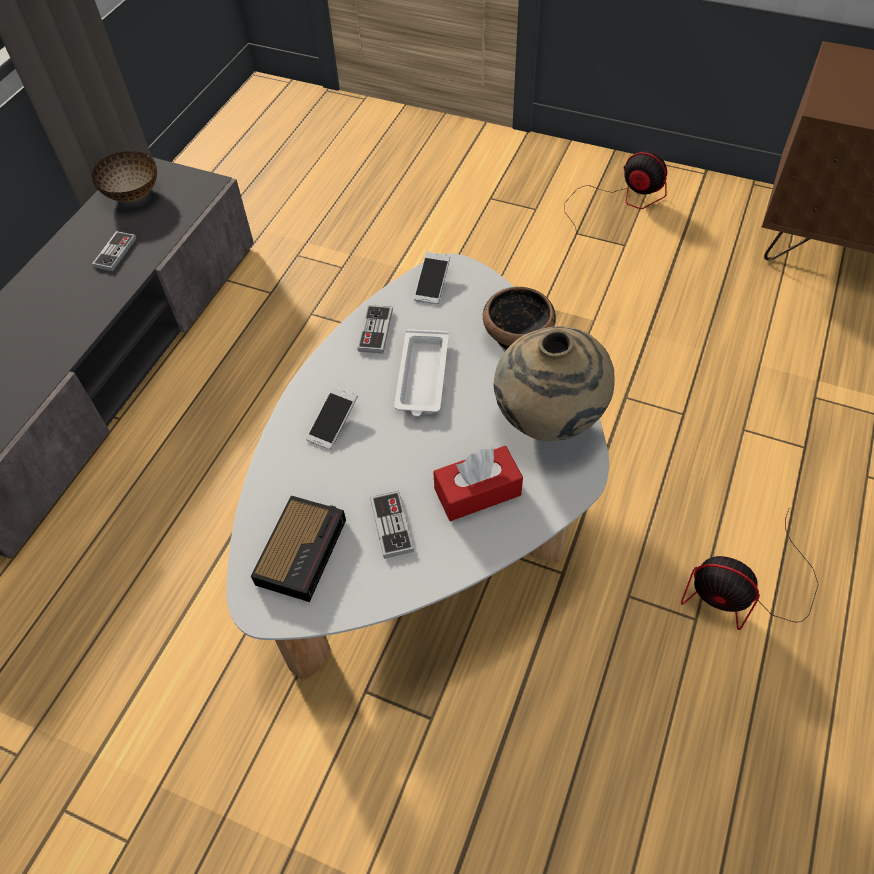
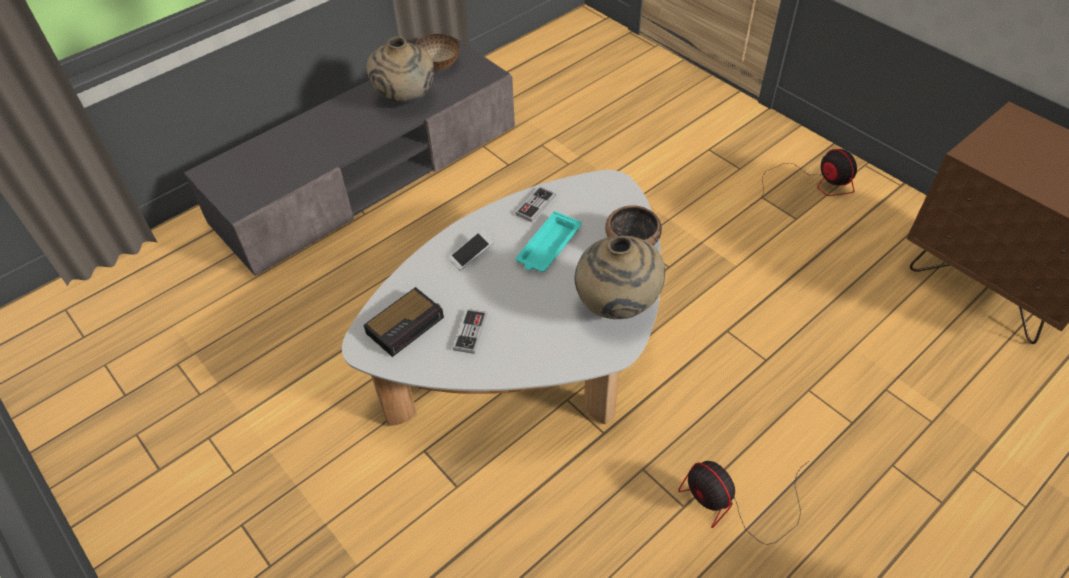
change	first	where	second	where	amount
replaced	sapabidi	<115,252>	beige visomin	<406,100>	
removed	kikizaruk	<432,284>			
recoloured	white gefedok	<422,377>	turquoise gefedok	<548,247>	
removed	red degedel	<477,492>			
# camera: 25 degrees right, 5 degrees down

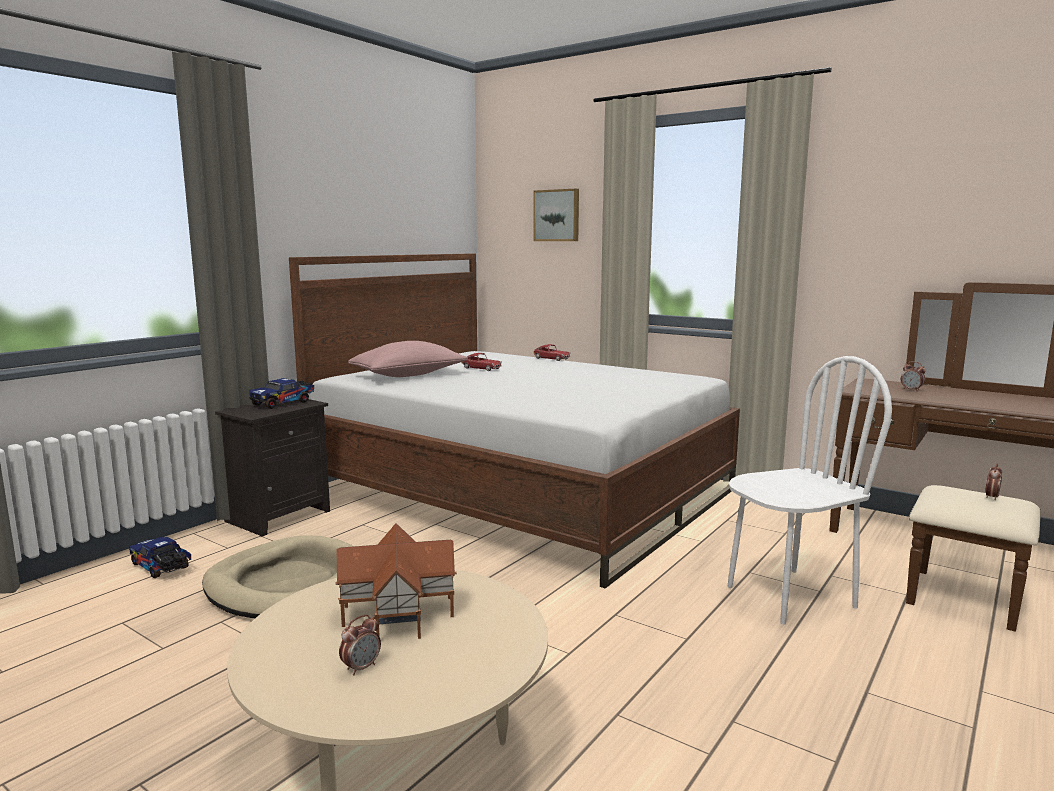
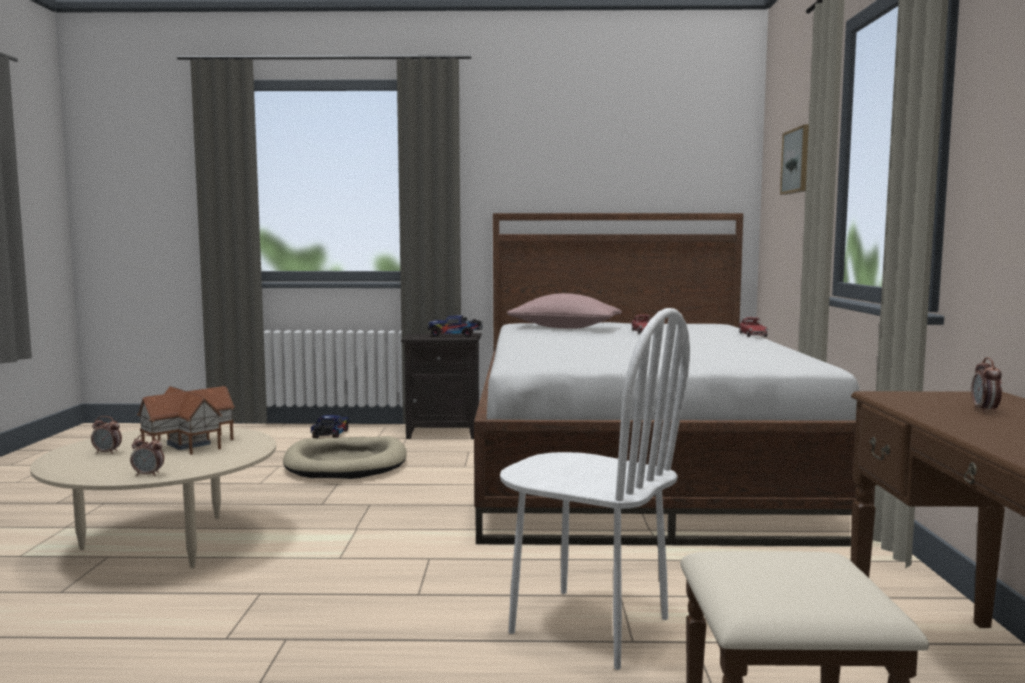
change	first	where	second	where	amount
moved	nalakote	<991,497>		<148,475>	
# camera: 55 degrees right, 5 degrees down

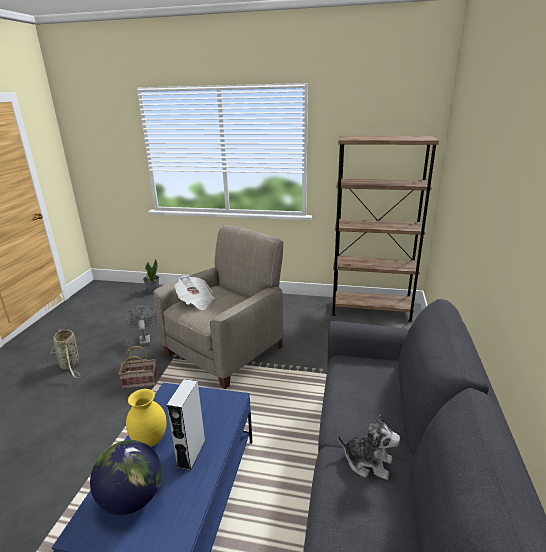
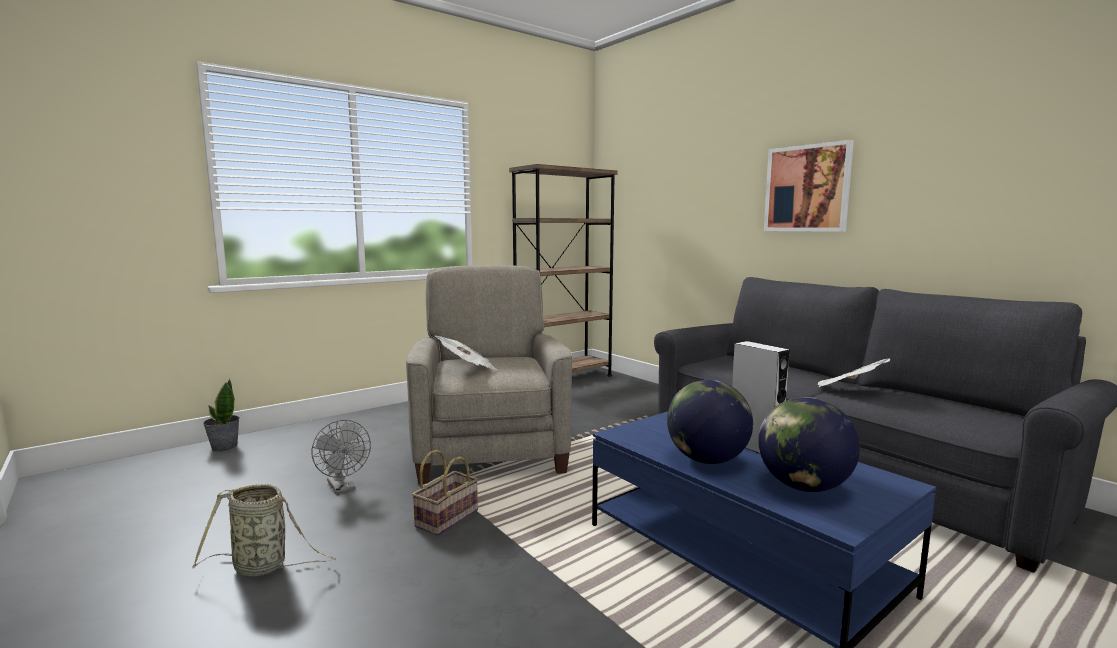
change	first	where	second	where	amount
turned	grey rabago	<144,339>		<343,488>	150 degrees counterclockwise
replaced	yellow visomin	<150,441>	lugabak	<707,460>	
replaced	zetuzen	<368,462>	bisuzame	<848,390>	
added			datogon	<807,188>	
# camera: 50 degrees left, 15 degrees down

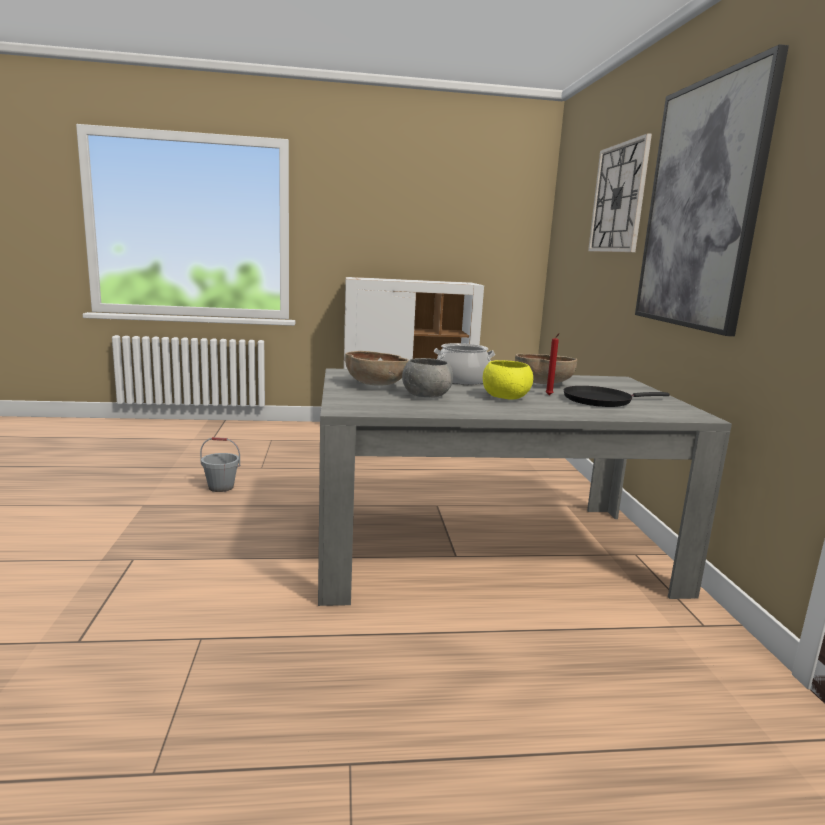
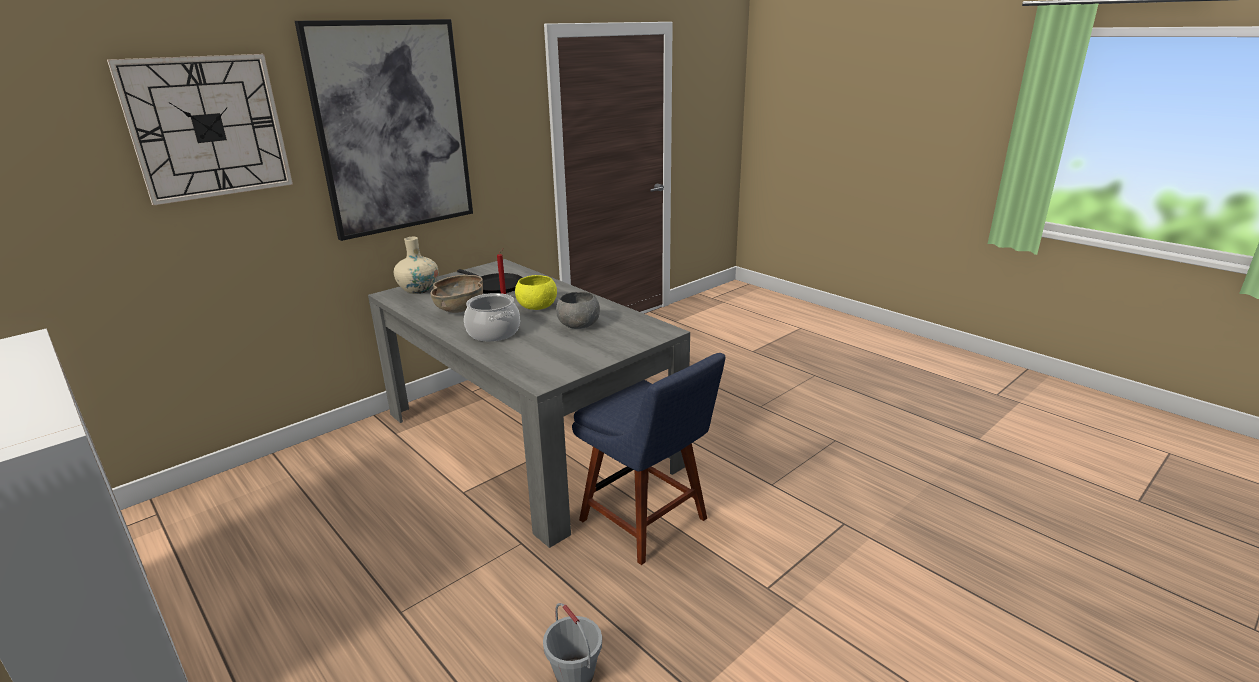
change	first	where	second	where	amount
removed	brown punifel	<375,385>			
added			beige visomin	<419,289>	
added			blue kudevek	<648,522>	
# camera: 125 degrees left, 10 degrees up

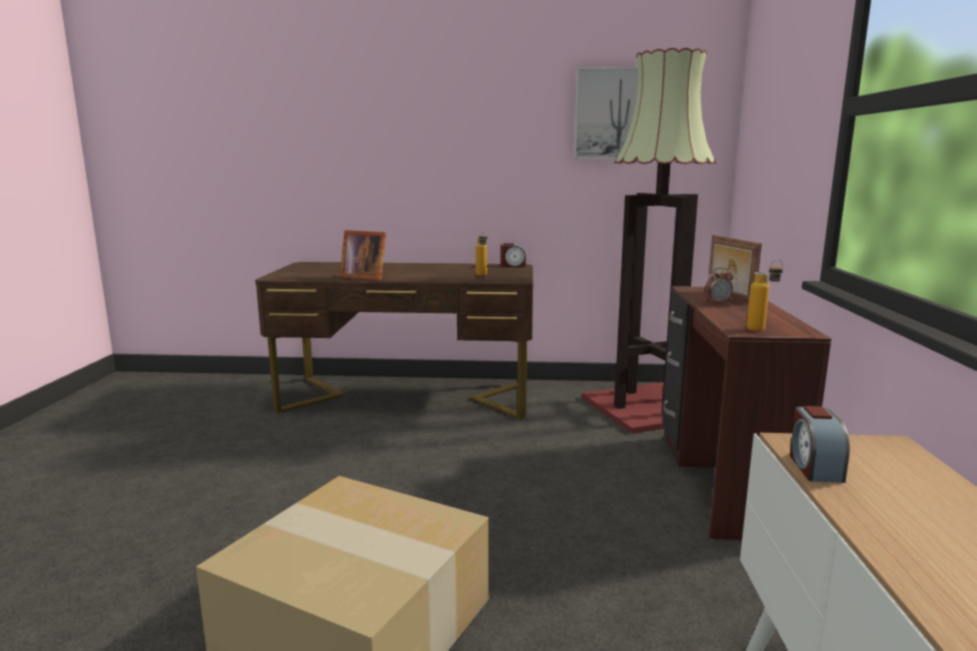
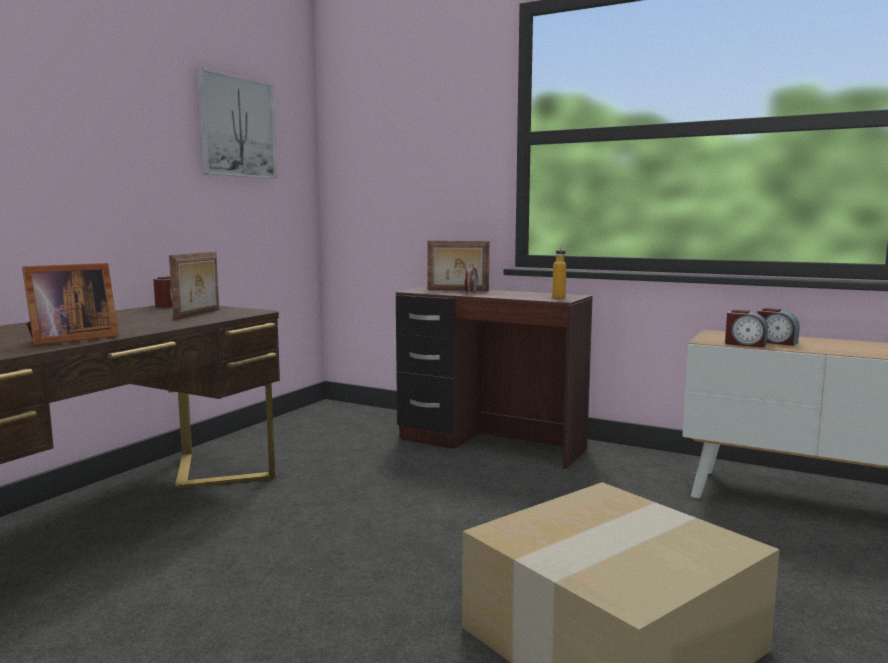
change	first	where	second	where	amount
removed	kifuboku	<650,408>			
replaced	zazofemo	<482,275>	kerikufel	<198,314>	
added			nalakote	<775,342>	
# camera: 65 degrees left, 5 degrees down

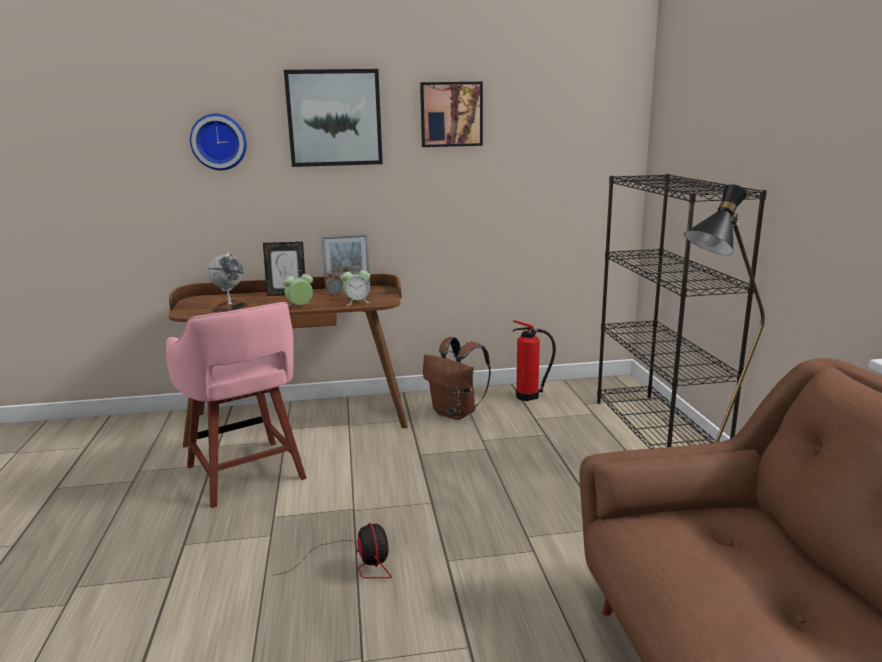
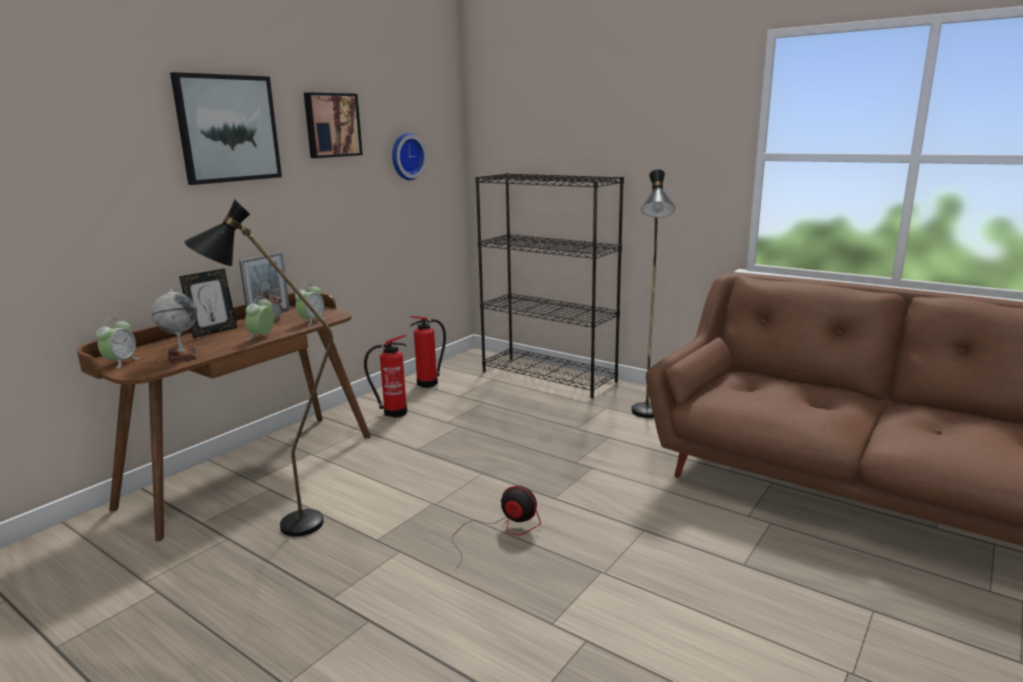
change	first	where	second	where	amount
moved	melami	<219,142>		<406,156>	
replaced	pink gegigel	<246,474>	black kifuboku	<285,527>	
replaced	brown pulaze	<456,413>	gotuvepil	<393,413>	
added			nalakote	<121,362>	
# camera: 45 degrees left, 0 degrees up

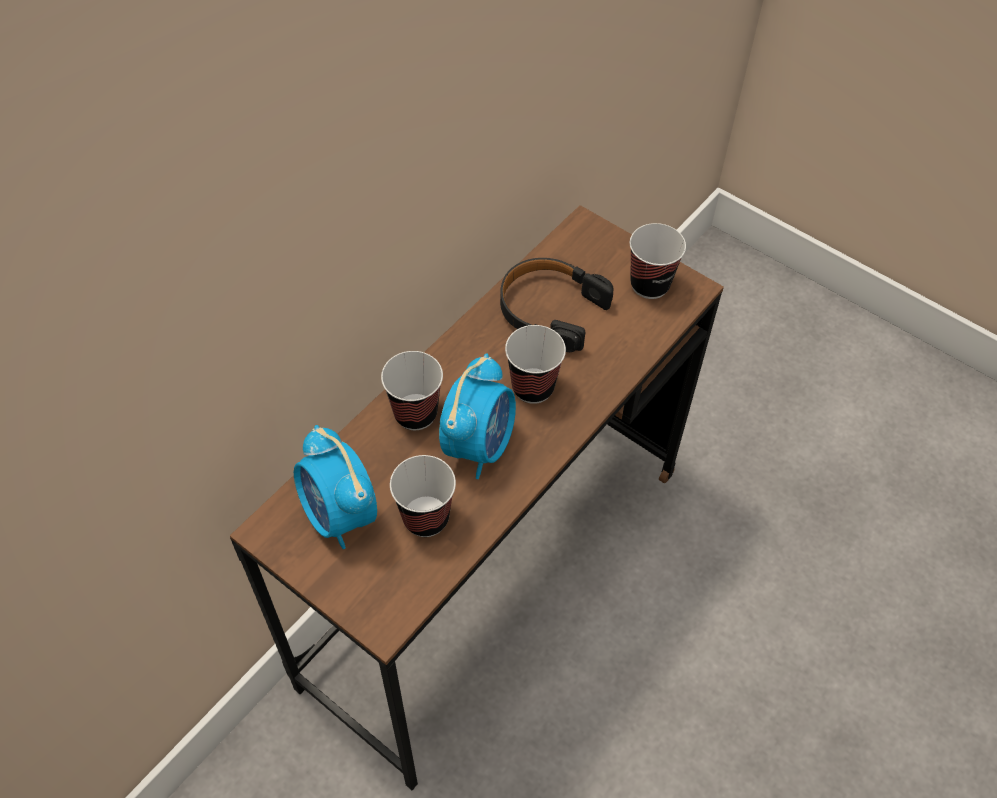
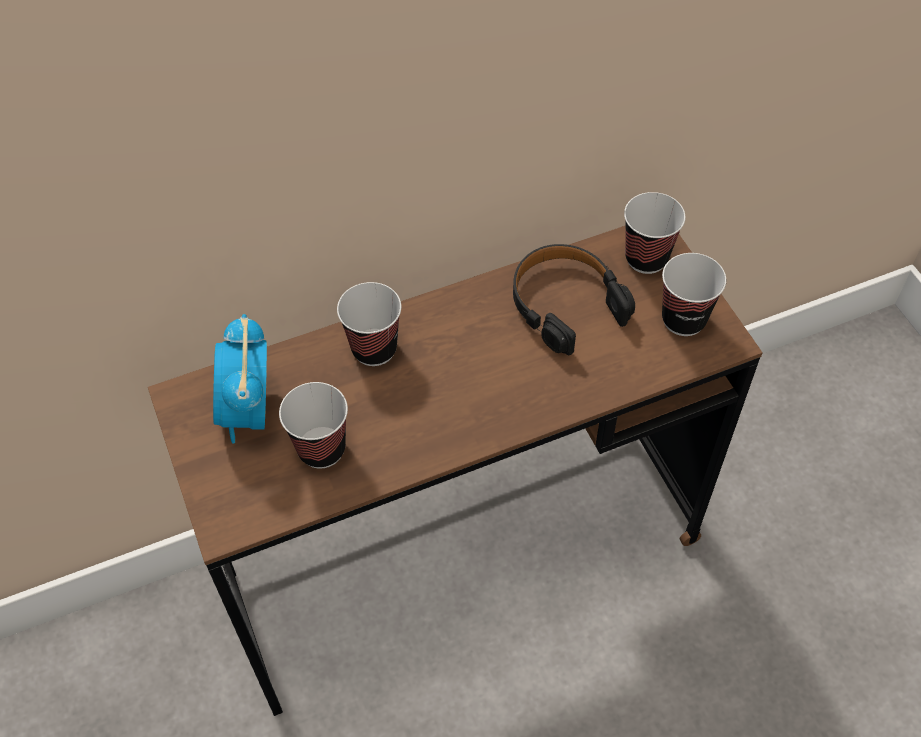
change	first	where	second	where	amount
moved	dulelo	<533,387>		<646,258>	
removed	nalakote	<479,445>			
# camera: 30 degrees right, 0 degrees up

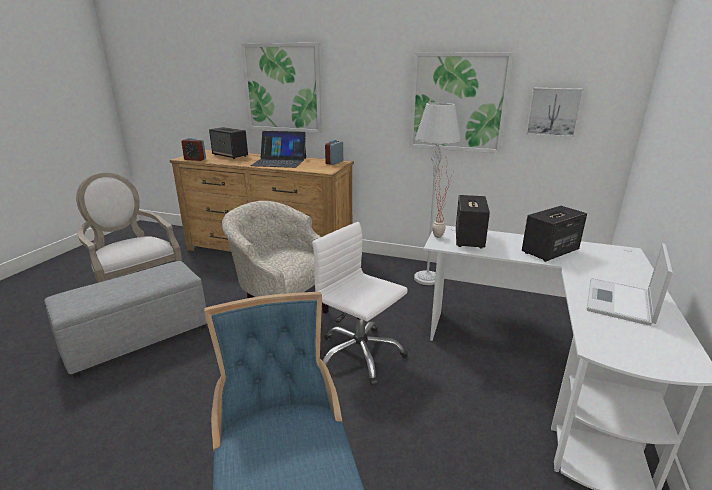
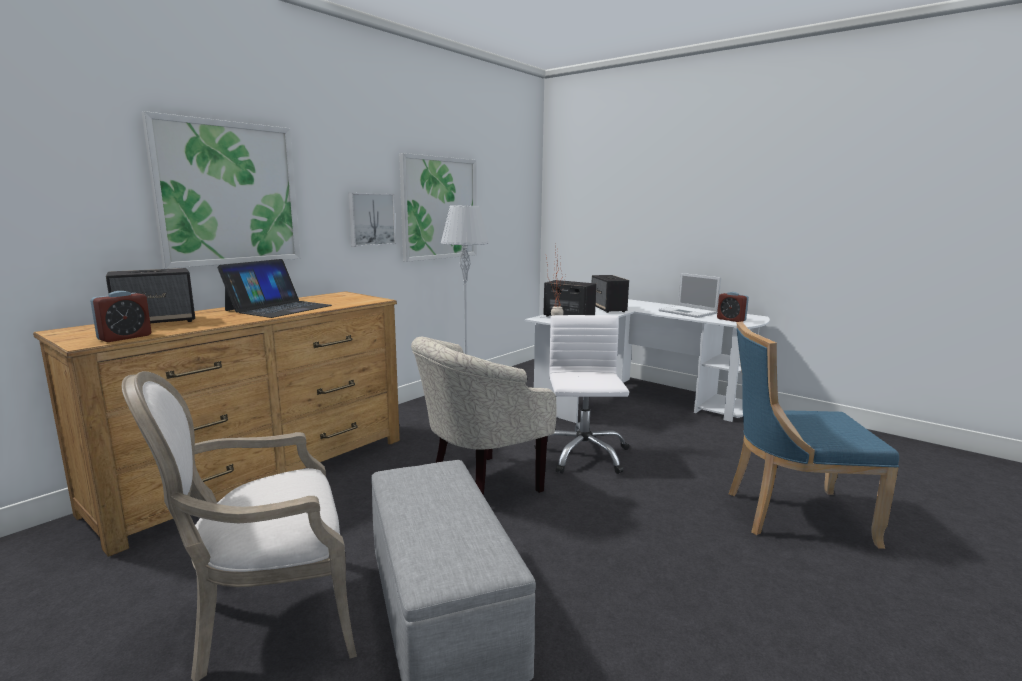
change	first	where	second	where	amount
moved	datogon	<553,111>		<371,219>	
moved	nalakote	<334,162>		<731,320>	
turned	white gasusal	<359,355>		<582,454>	120 degrees clockwise
# camera: 70 degrees left, 10 degrees down

